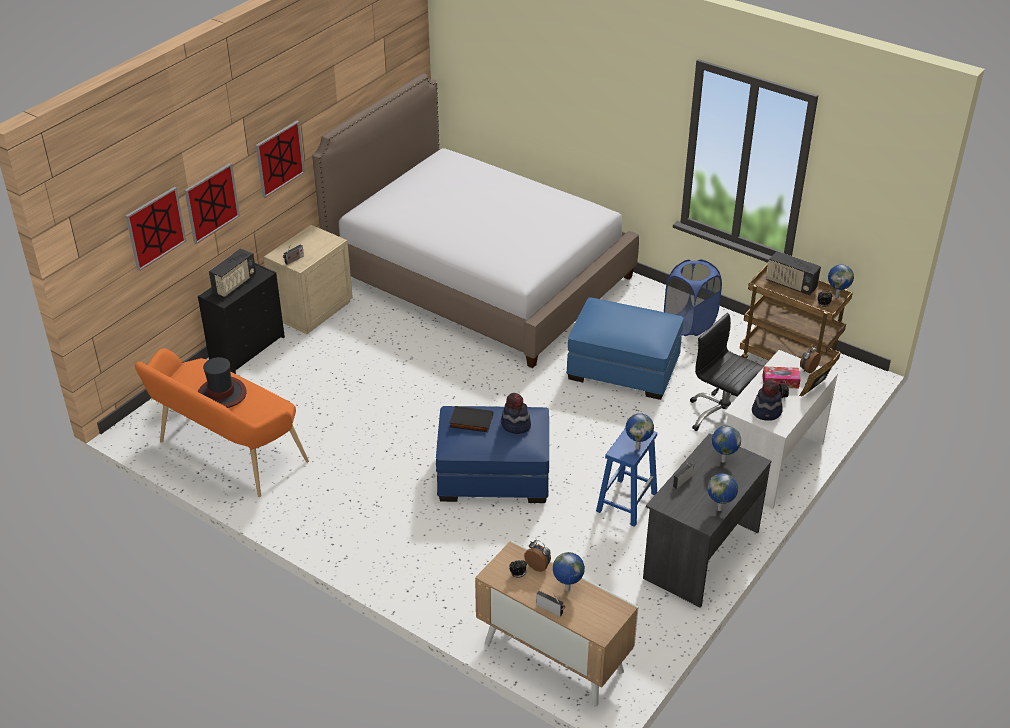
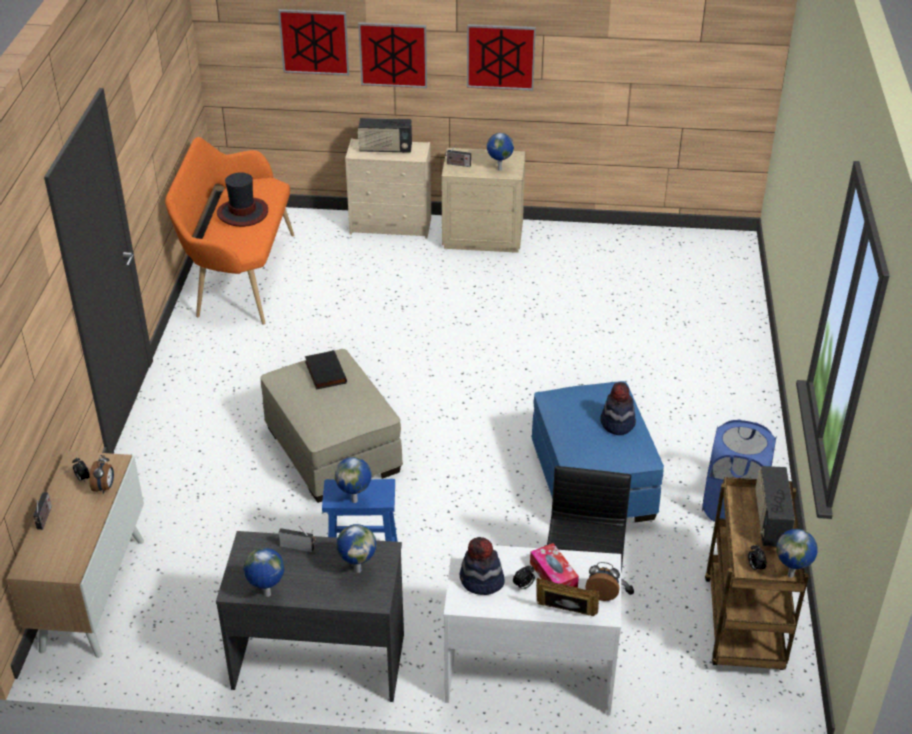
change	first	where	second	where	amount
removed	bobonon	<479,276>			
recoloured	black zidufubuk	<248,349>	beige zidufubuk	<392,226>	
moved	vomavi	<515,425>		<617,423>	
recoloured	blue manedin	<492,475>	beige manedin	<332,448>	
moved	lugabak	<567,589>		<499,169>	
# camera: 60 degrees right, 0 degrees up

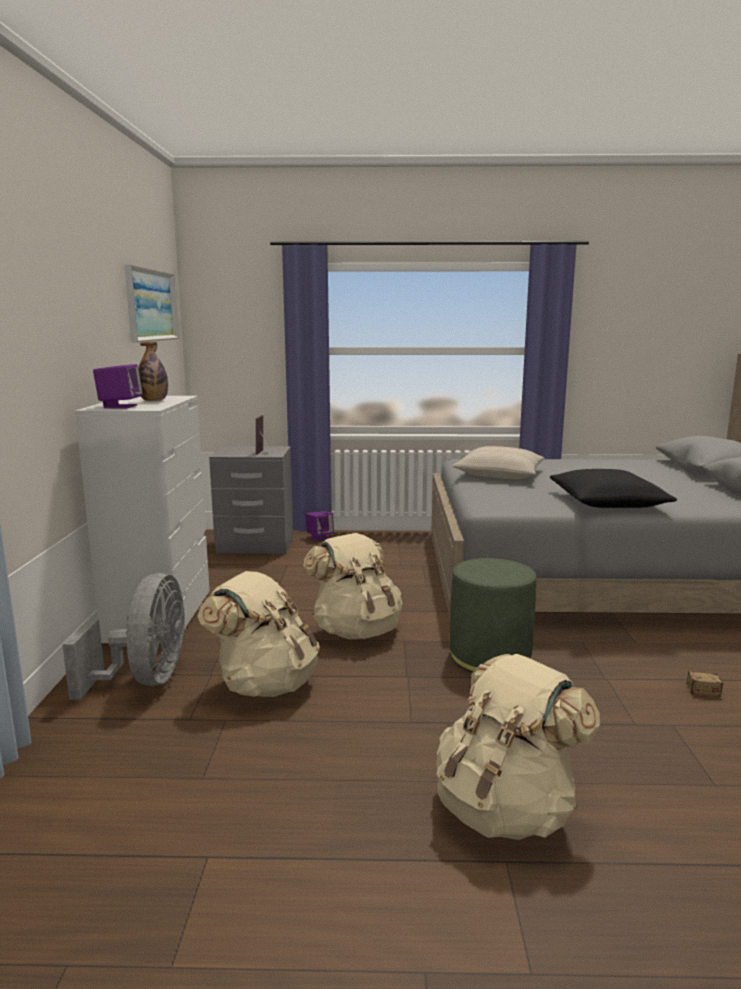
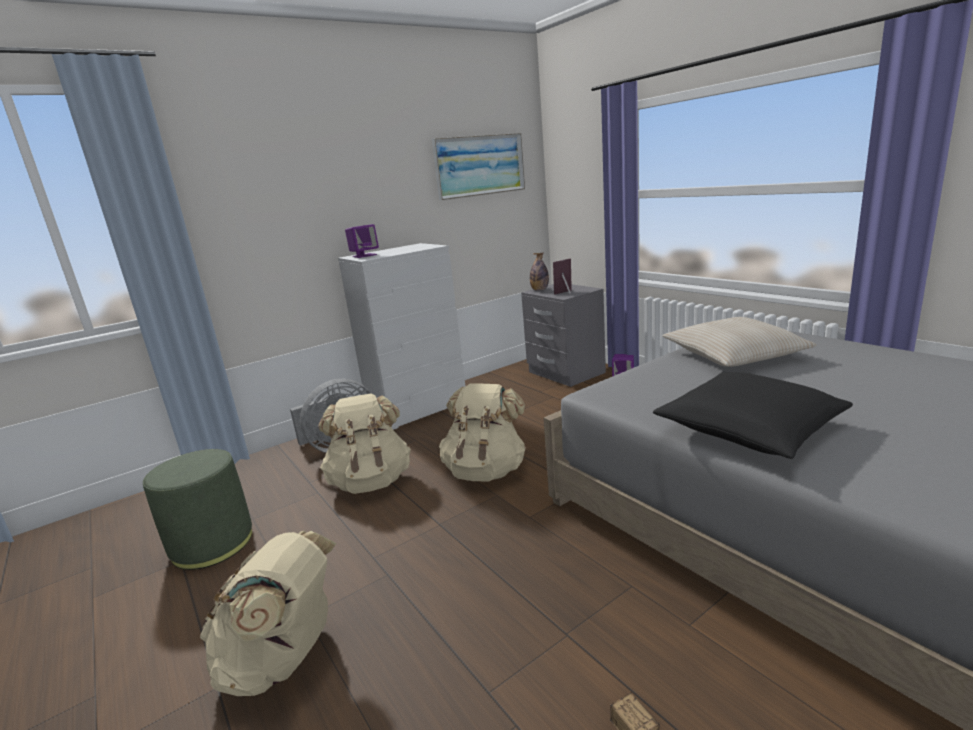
change	first	where	second	where	amount
moved	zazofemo	<154,401>		<539,290>	
moved	green manedin	<489,656>		<212,544>	
# camera: 55 degrees right, 5 degrees up

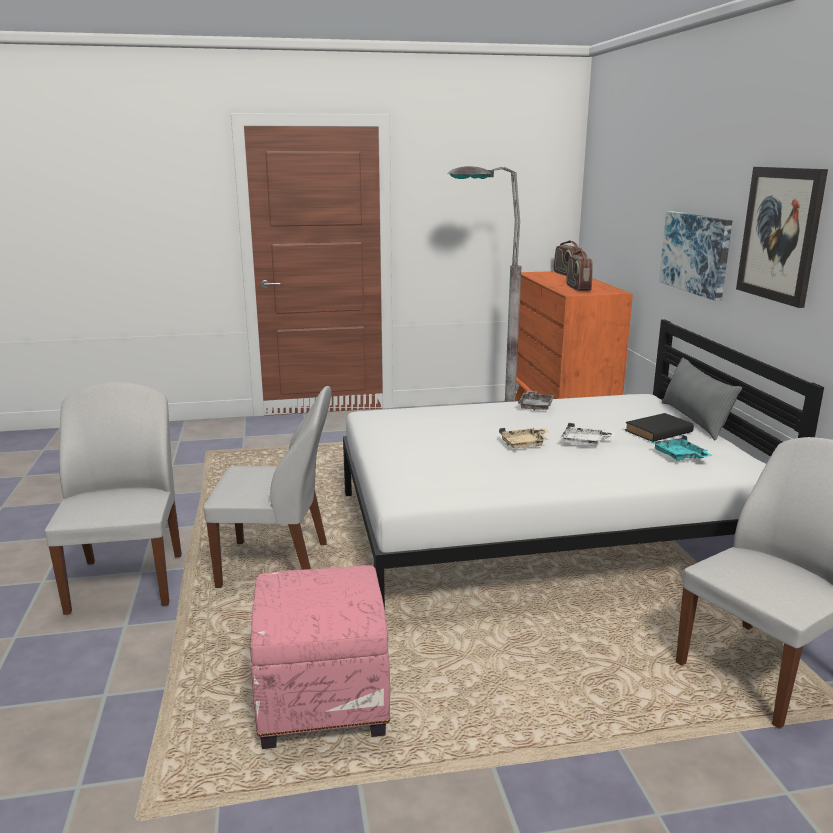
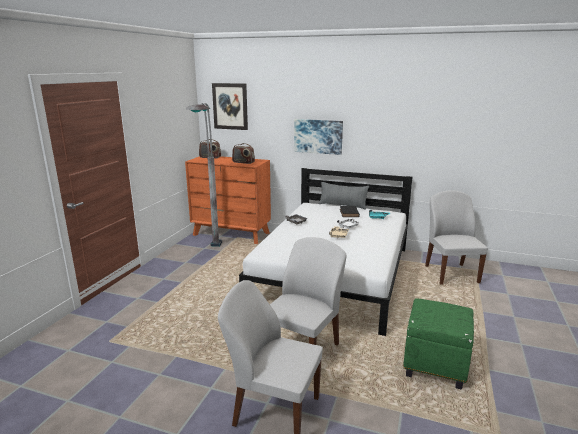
change	first	where	second	where	amount
moved	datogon	<780,234>		<230,106>	
recoloured	pink manedin	<324,703>	green manedin	<434,365>	
# camera: 60 degrees left, 0 degrees up

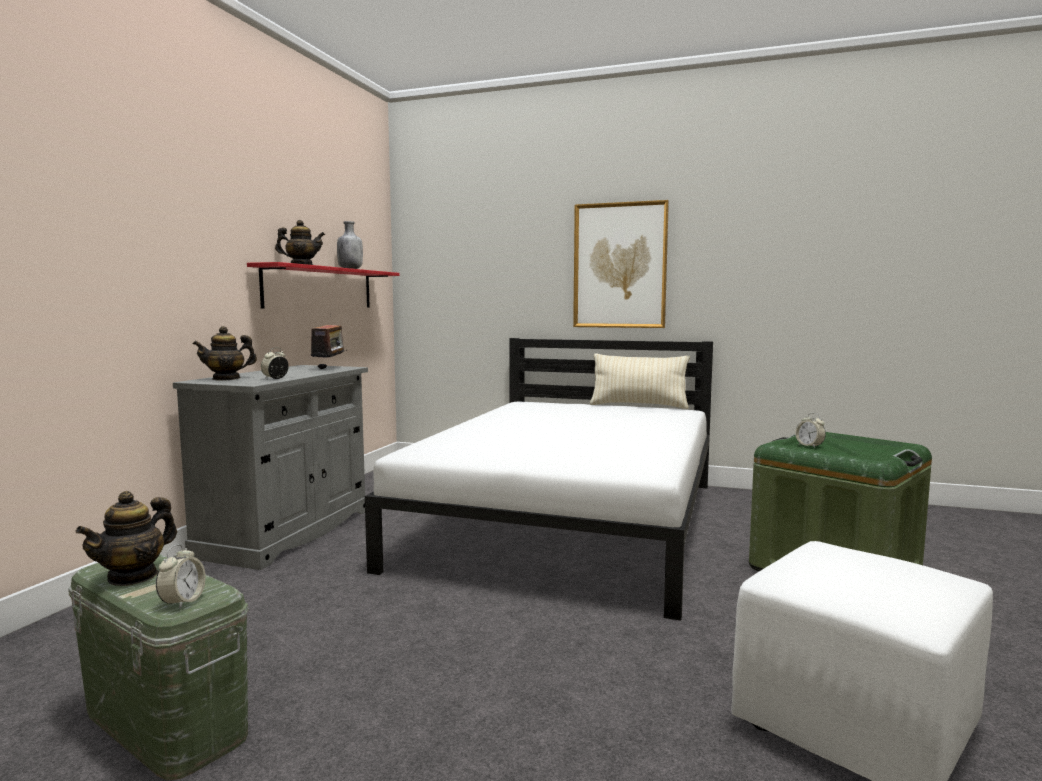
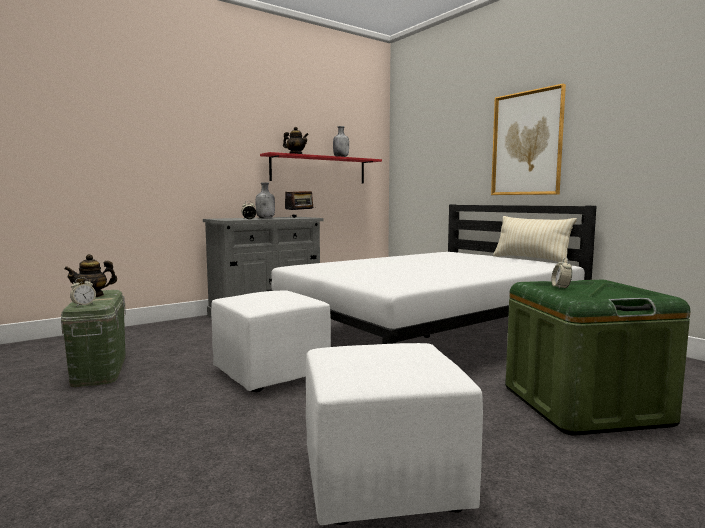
change	first	where	second	where	amount
removed	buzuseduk	<226,379>			
added			grey zazofemo	<266,218>	
added			white manedin	<272,373>	
# camera: 35 degrees right, 0 degrees up

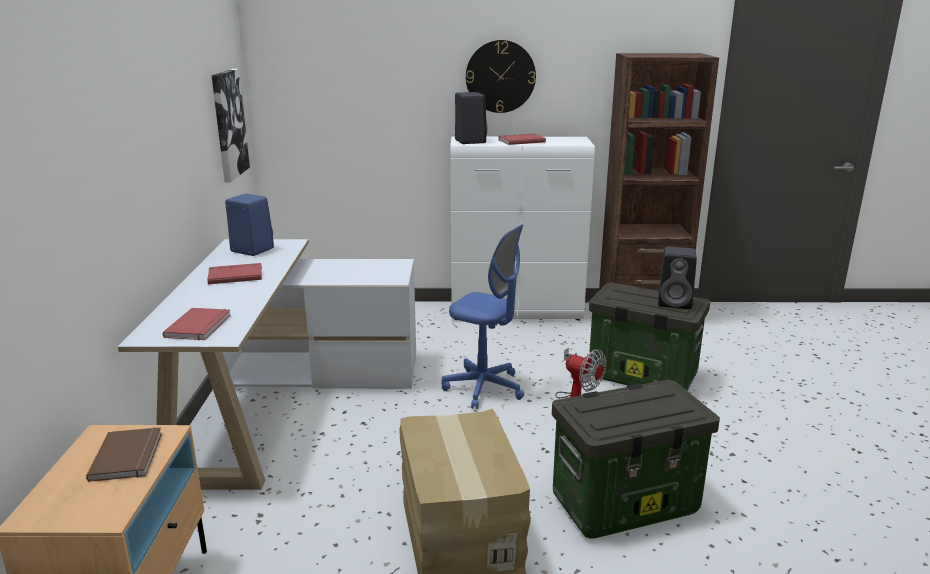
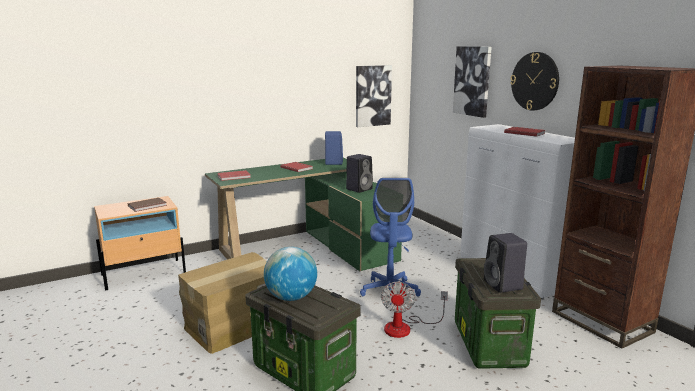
change	first	where	second	where	amount
moved	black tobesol	<469,141>		<359,189>	
recoloured	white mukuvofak	<283,402>	green mukuvofak	<310,248>	
added			datogon	<472,81>	
added			lugabak	<291,297>	
# camera: 60 degrees right, 5 degrees down

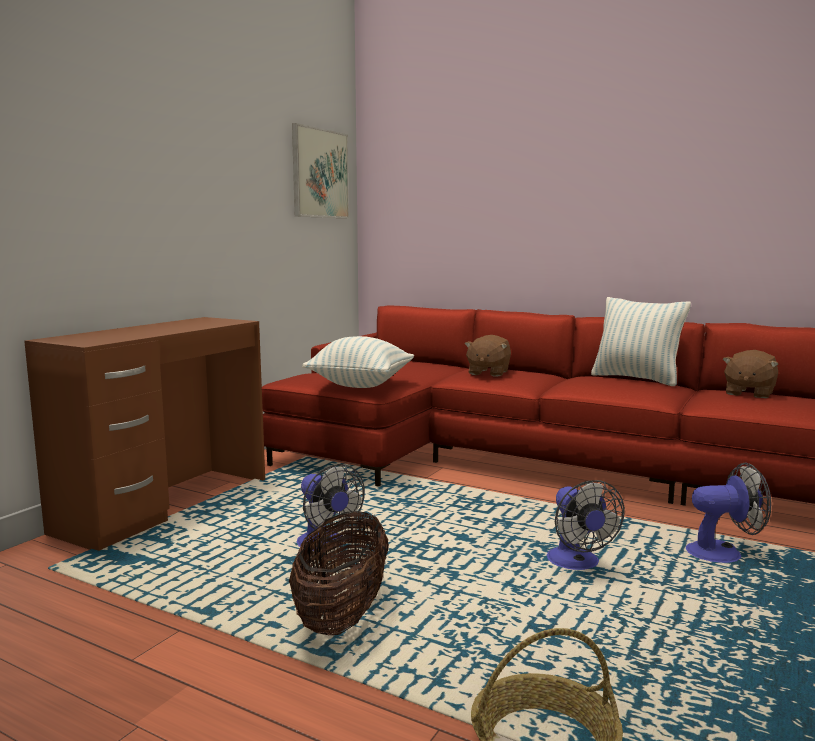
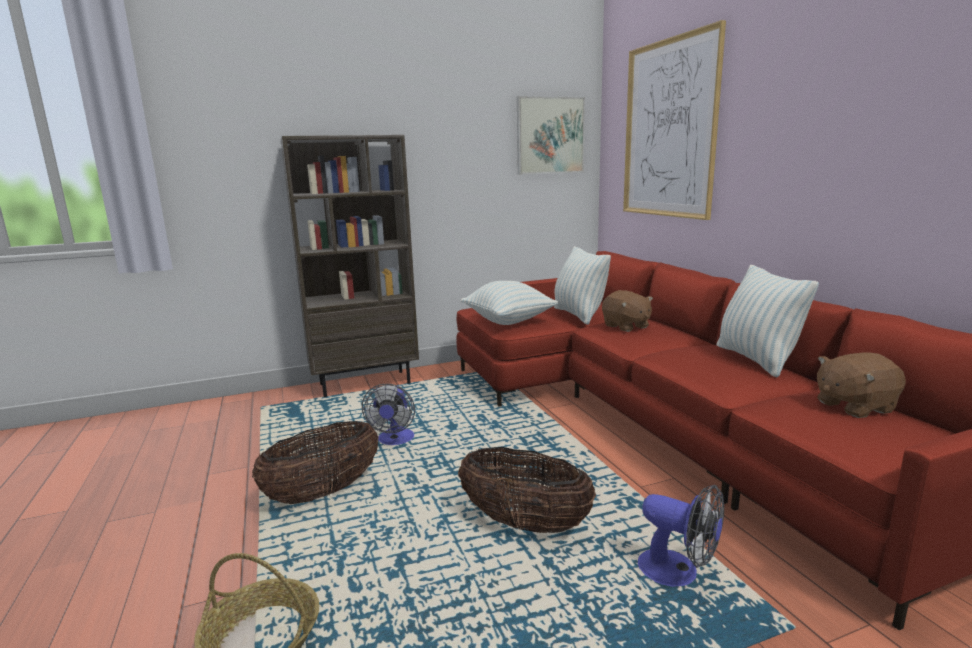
change	first	where	second	where	amount
replaced	brown mukuvofak	<165,504>	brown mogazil	<365,383>	
turned	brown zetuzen	<488,373>		<626,326>	90 degrees counterclockwise
replaced	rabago	<577,564>	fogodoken	<524,523>	
added			datogon	<669,129>	
added			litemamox	<579,315>	
# camera: 40 degrees right, 5 degrees up

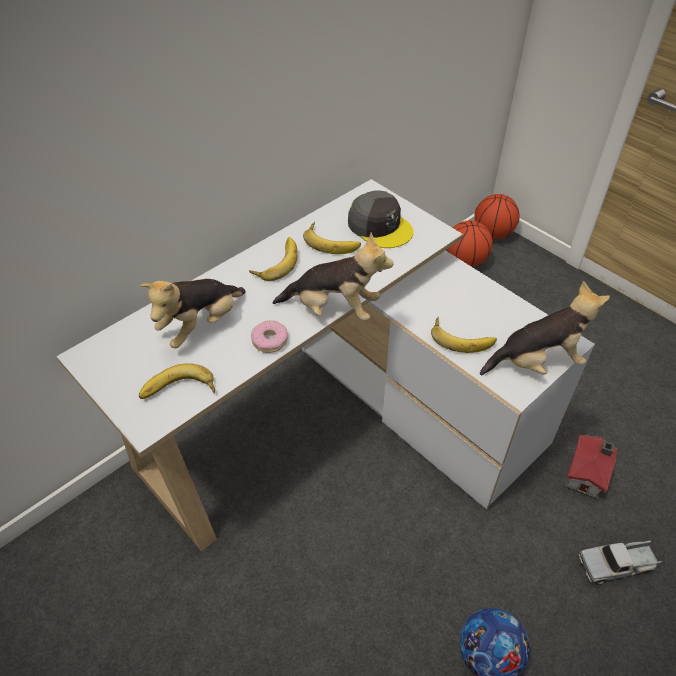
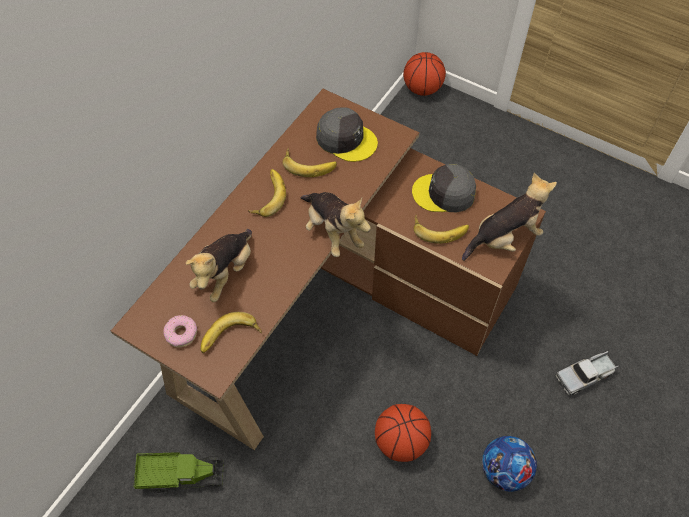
change	first	where	second	where	amount
recoloured	white mukuvofak	<338,420>	brown mukuvofak	<334,306>	
moved	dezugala	<466,261>		<401,441>	
turned	zetuzen	<333,309>		<332,232>	60 degrees clockwise
moved	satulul	<269,340>		<181,333>	
removed	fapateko	<587,474>			
added			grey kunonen	<444,193>	
added			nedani	<181,475>	
# camera: 15 degrees left, 10 degrees up

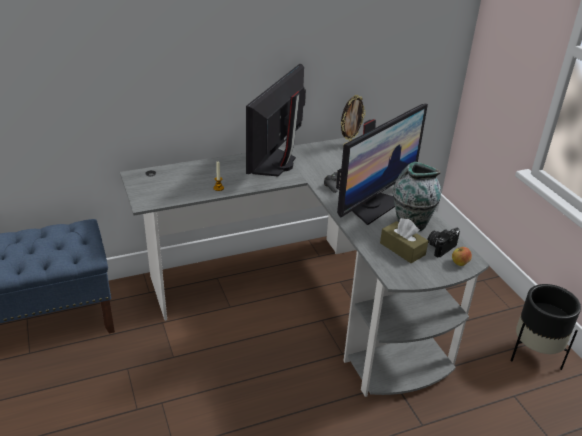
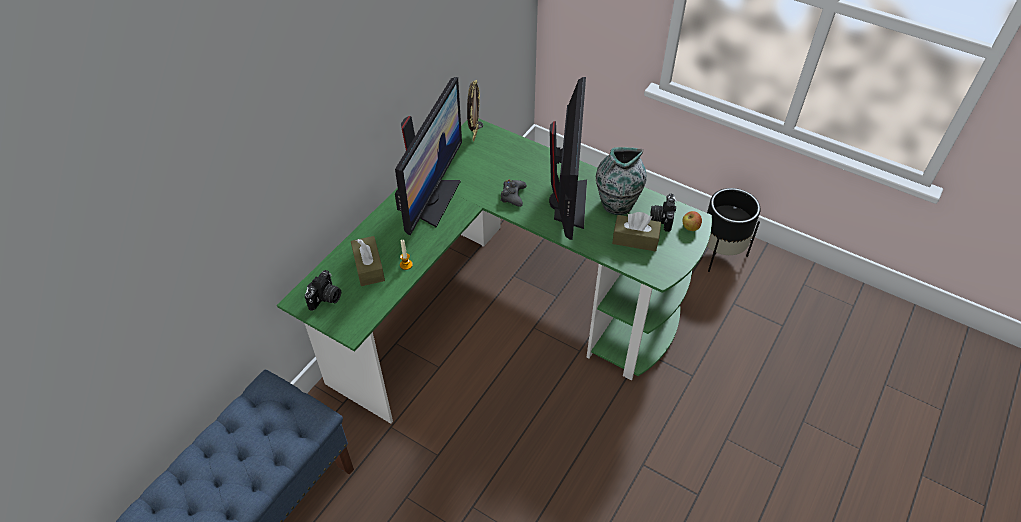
change	first	where	second	where	amount
turned	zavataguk	<277,164>		<432,200>	150 degrees counterclockwise
recoloured	grey mukuvofak	<308,299>	green mukuvofak	<503,313>	
added			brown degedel	<369,267>	
added			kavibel	<326,298>	
# camera: 35 degrees left, 15 degrees up

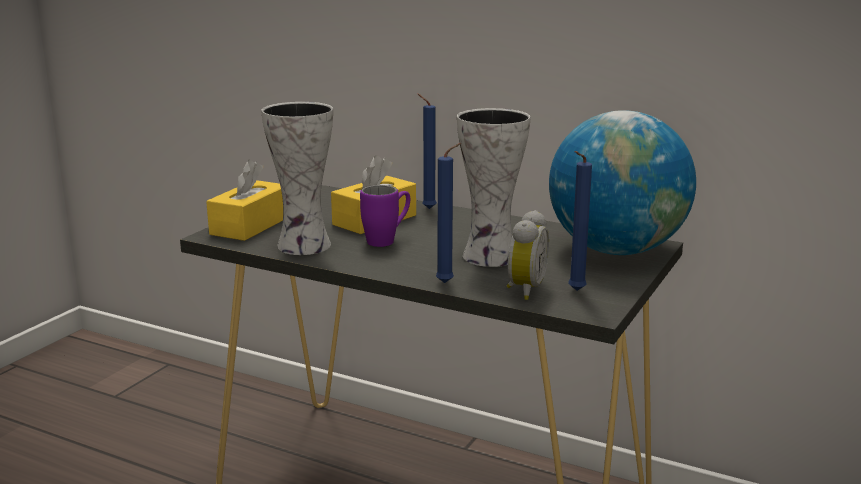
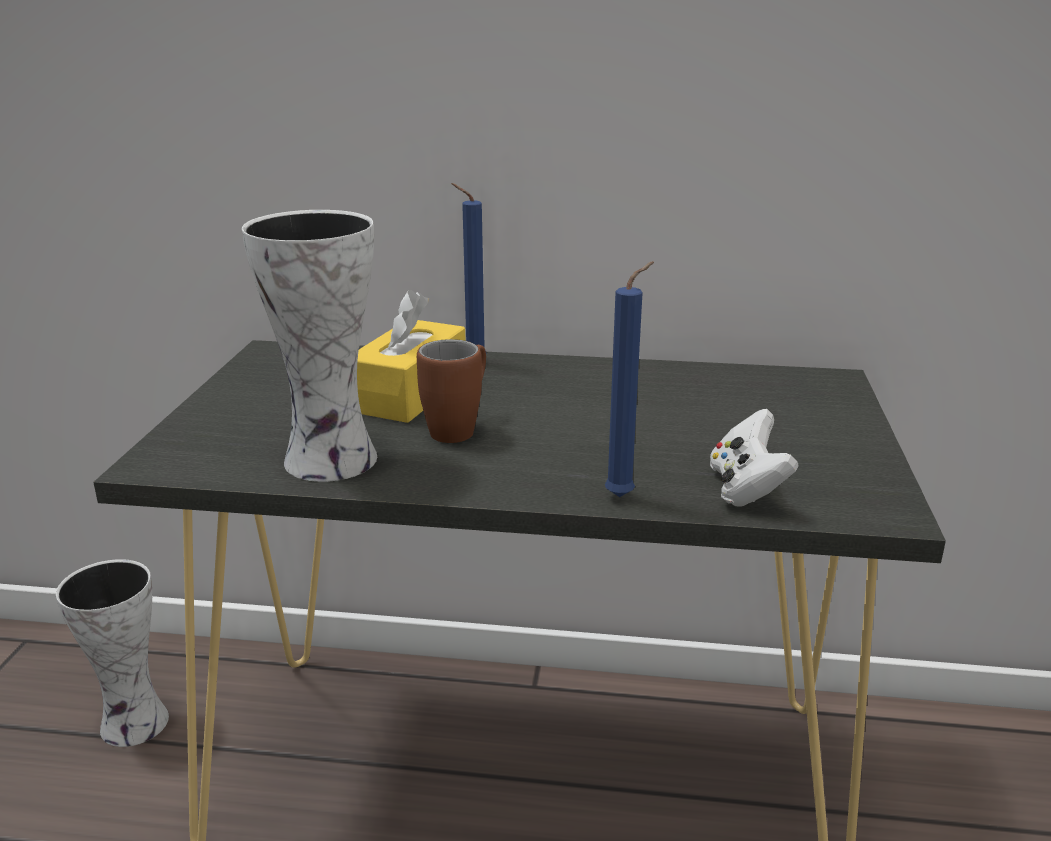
change	first	where	second	where	amount
moved	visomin	<488,257>		<132,725>	
removed	lugabak	<616,250>			
removed	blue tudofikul	<574,291>			
removed	yellow degedel	<250,225>			
recoloured	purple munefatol	<387,240>	brown munefatol	<460,428>	
replaced	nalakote	<523,289>	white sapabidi	<746,489>	
# camera: 20 degrees left, 5 degrees up

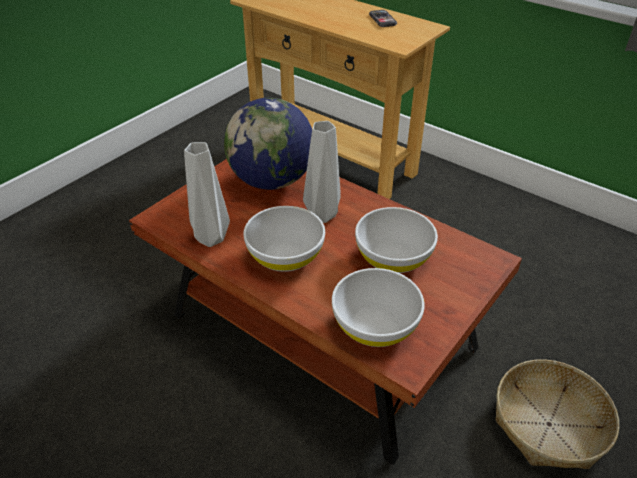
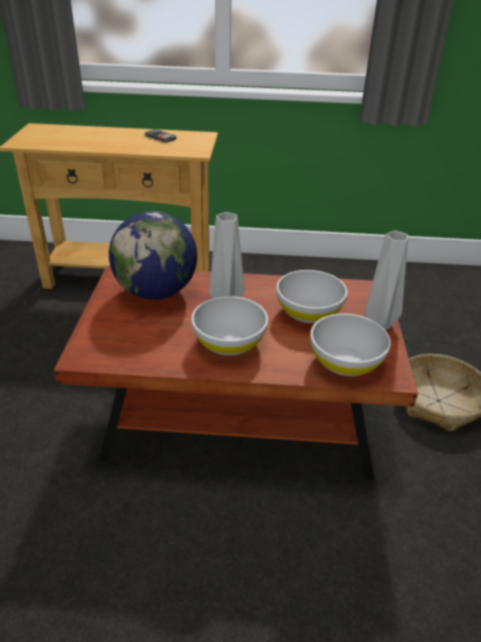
change	first	where	second	where	amount
moved	grey visomin	<209,238>		<377,323>	
# camera: 35 degrees left, 5 degrees down

